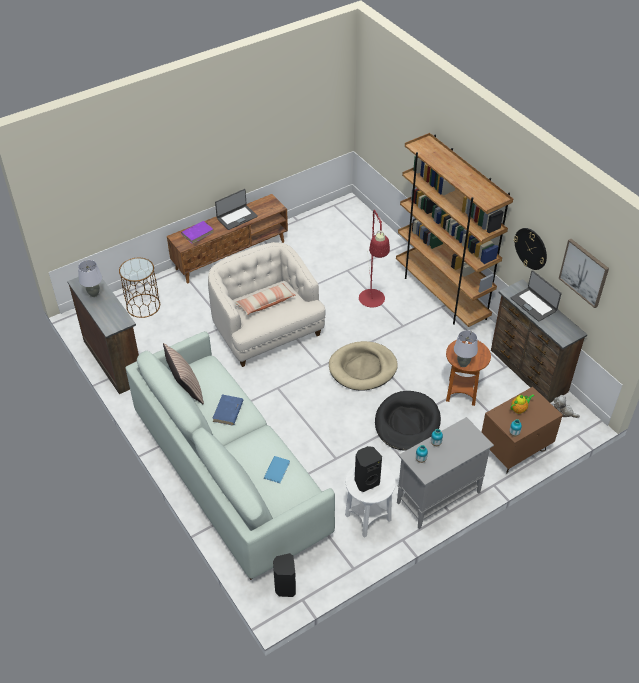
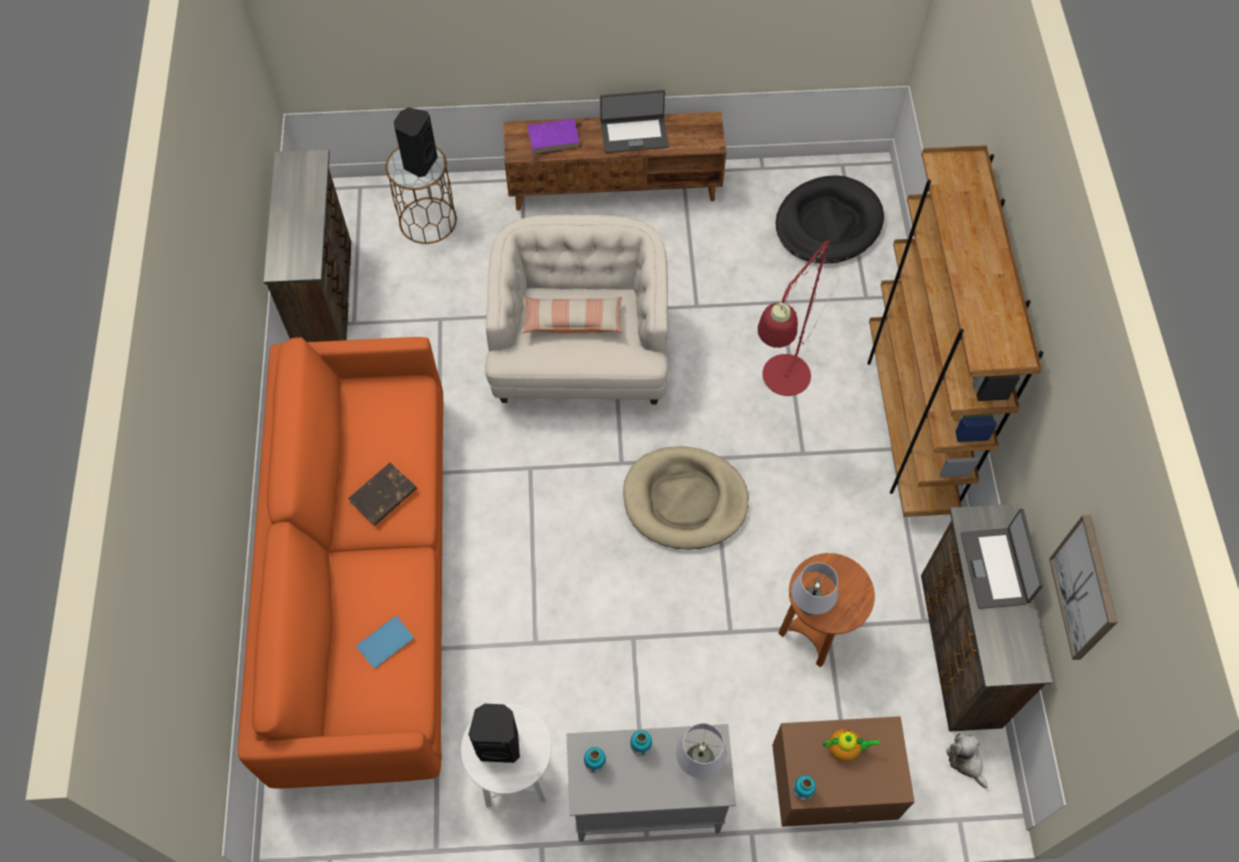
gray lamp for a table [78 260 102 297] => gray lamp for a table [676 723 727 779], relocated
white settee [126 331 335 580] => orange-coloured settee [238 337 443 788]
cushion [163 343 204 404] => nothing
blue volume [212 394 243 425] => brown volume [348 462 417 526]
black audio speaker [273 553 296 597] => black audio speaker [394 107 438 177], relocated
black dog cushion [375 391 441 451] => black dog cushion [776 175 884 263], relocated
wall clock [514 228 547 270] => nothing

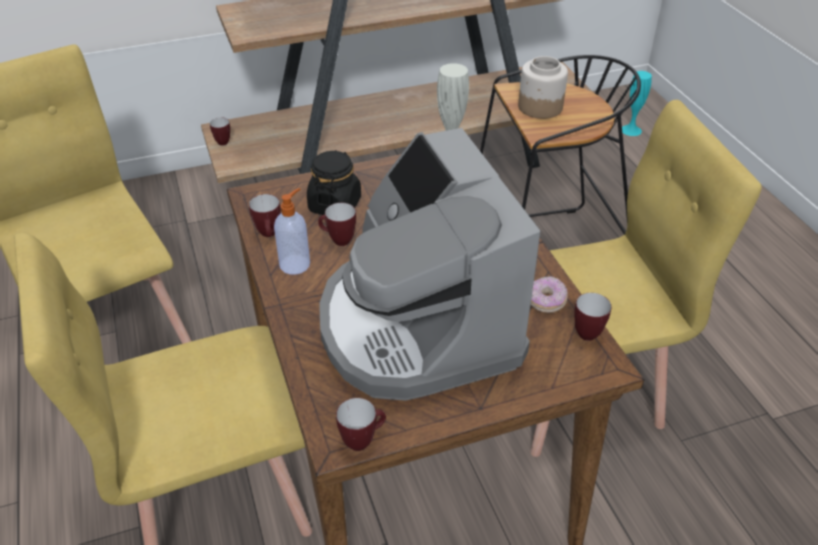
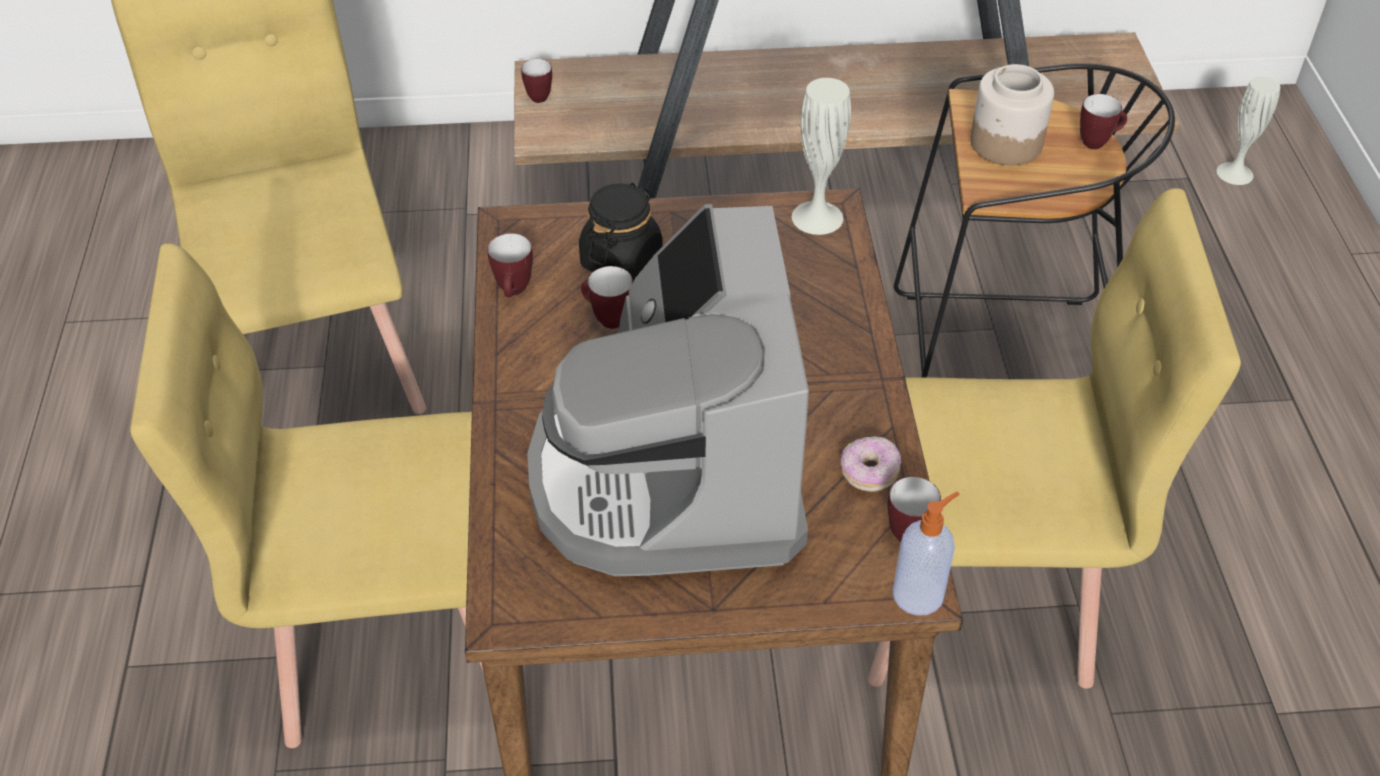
liquid soap bottle [274 188 310 275] => liquid soap bottle [892 491 960 616], relocated
mug [336 398 386 451] => mug [1080 94 1127 149], relocated
blue-green flower vase [622 71 652 136] => white flower vase [1217 76 1280 185]

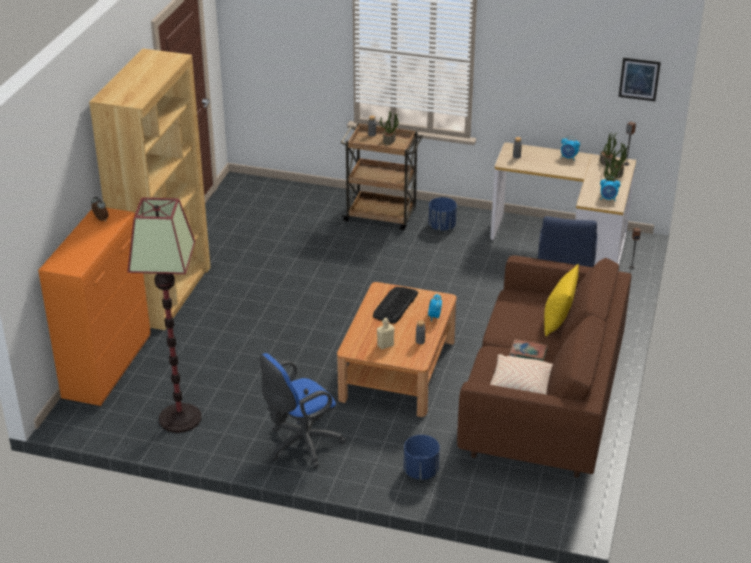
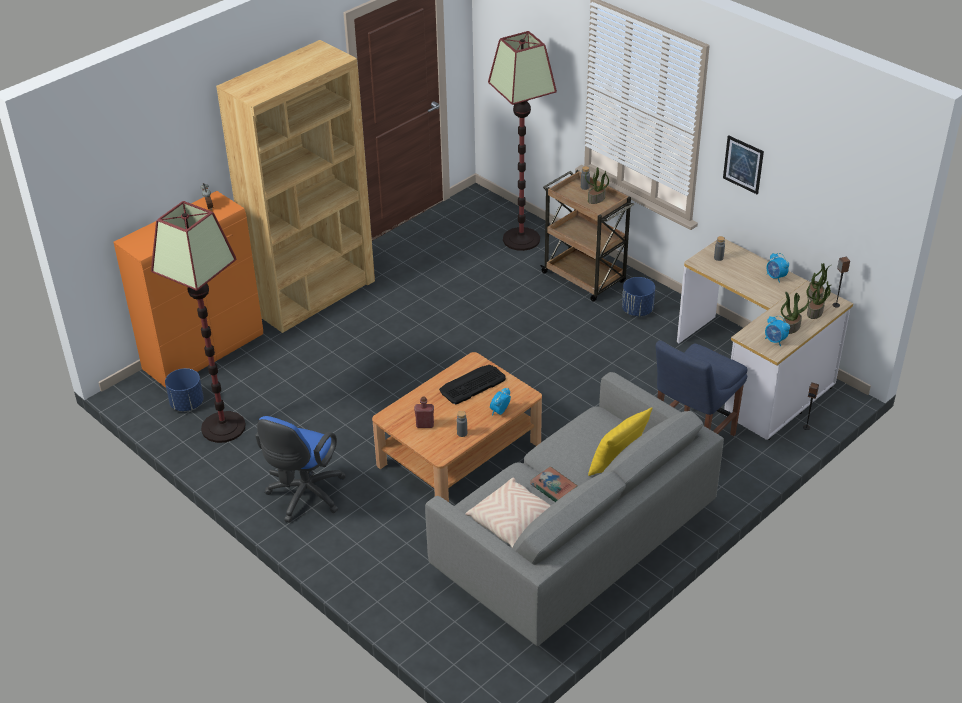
blue computer chair [260 353 346 468] => blue computer chair [255 416 346 523], 60 degrees counterclockwise
beige-coloured drink bottle [377 318 395 349] => red-coloured drink bottle [414 396 434 428]
blue flower pot [404 435 440 480] => blue flower pot [165 368 204 411], relocated
brown settee [457 255 632 478] => gray settee [425 372 724 646]
picture [619 58 661 101] => picture [723 135 764 195], relocated
nothing => floor lamp [488 31 557 251]

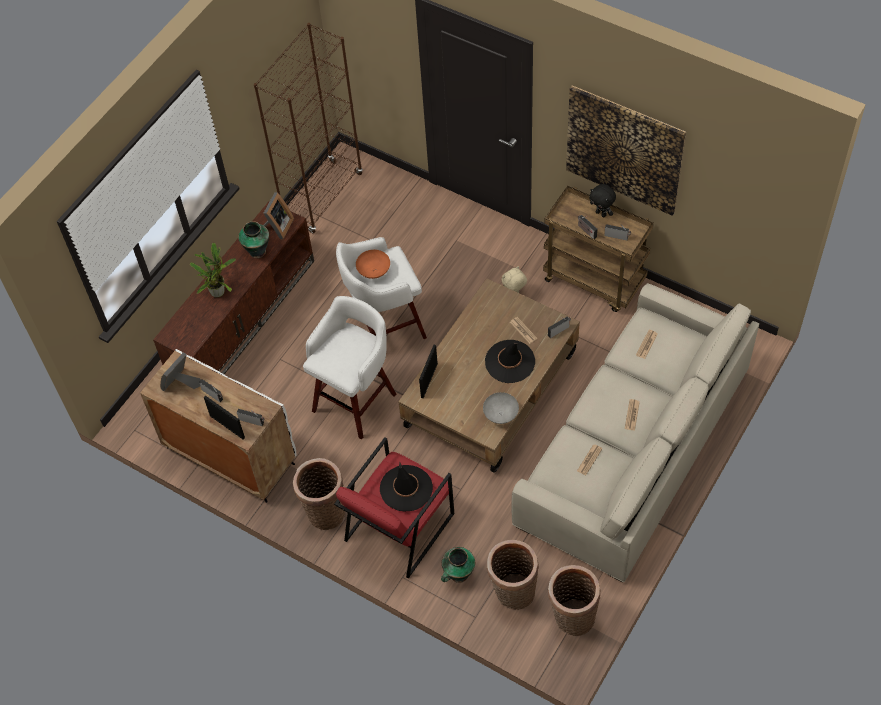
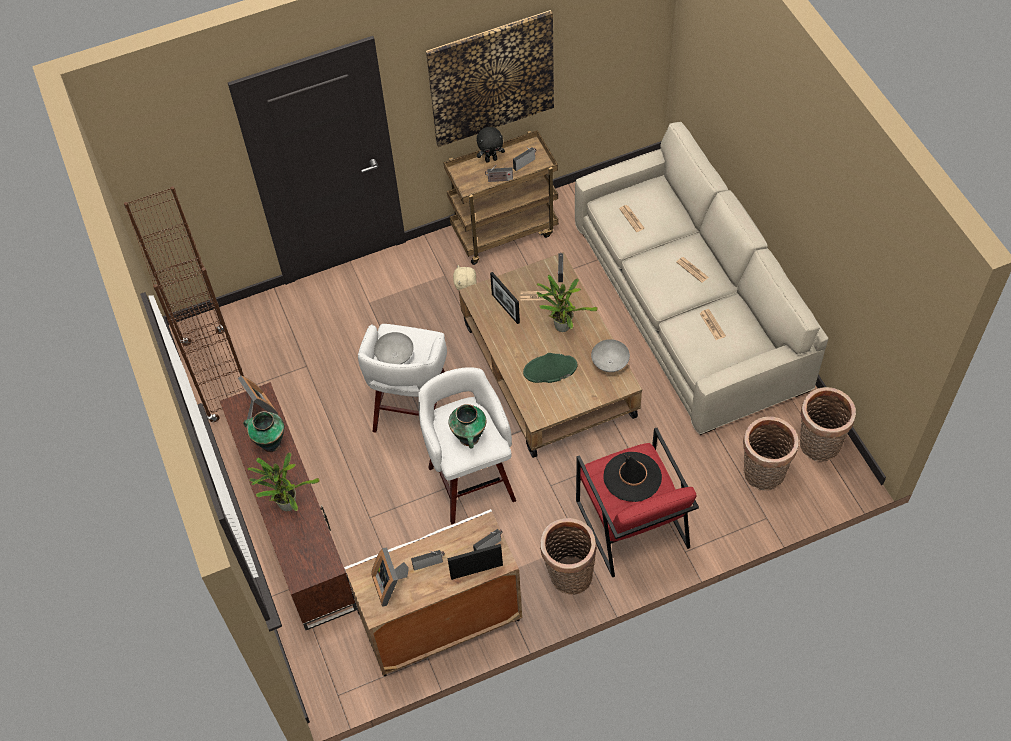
orange-coloured deep dish [356 250 390 279] => gray deep dish [374 332 414 364]
standing frame [419 345 438 398] => standing frame [490 272 520 324], relocated
flower vase [441 547 475 583] => flower vase [449 404 486 448], relocated
black hat [485 340 535 383] => plant in a pot [537 275 598 332]
nothing => green hat [523 353 577 383]

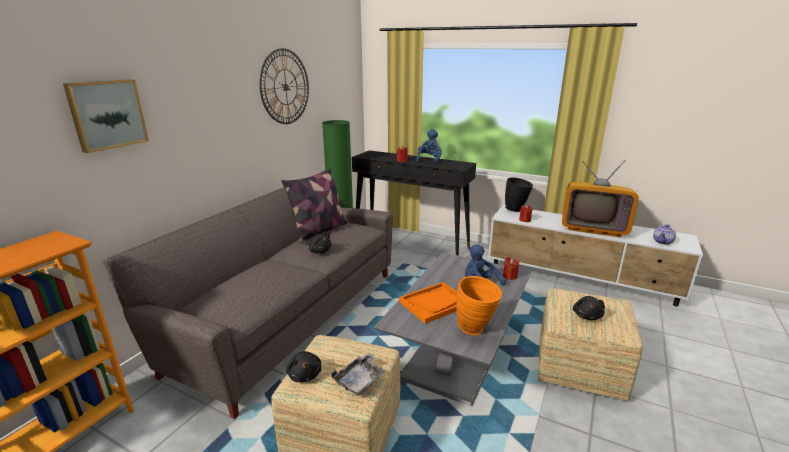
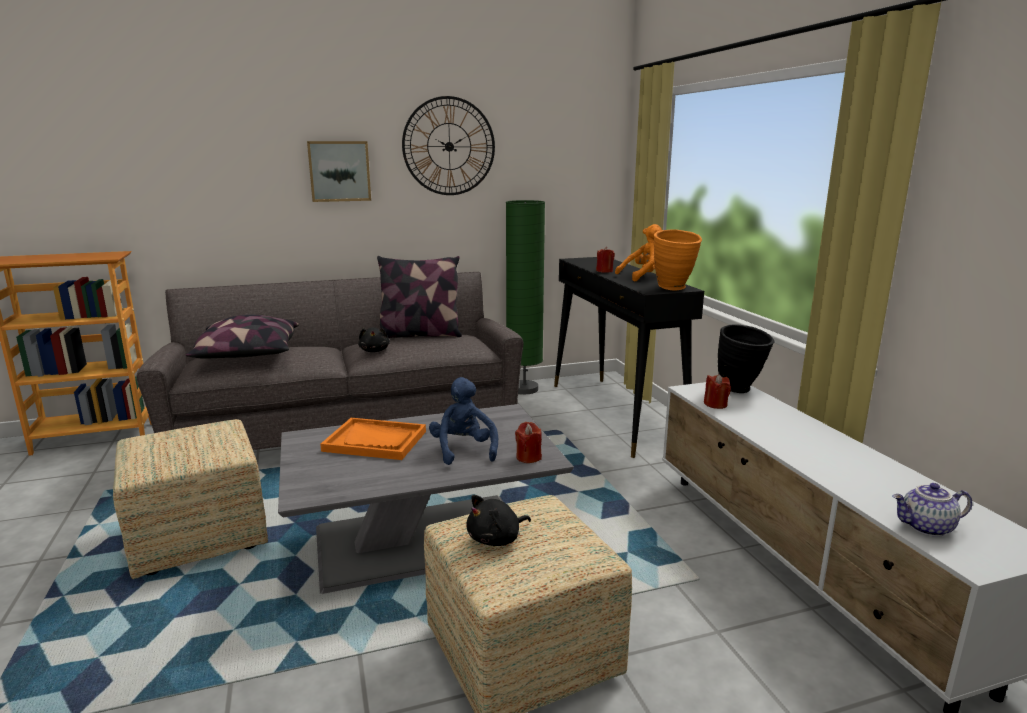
picture [63 79 149 153] => picture [307 141 371 202], relocated
black plush toy [286 351 321 382] => nothing
gray serving tray [331 353 385 396] => nothing
blue plush toy [416 129 442 164] => orange-coloured plush toy [615 224 662 282]
orange-coloured flower vase [456 276 502 335] => orange-coloured flower vase [654 229 702 290], relocated
TV [562 160 639 237] => nothing
nothing => cushion [185 315 299 359]

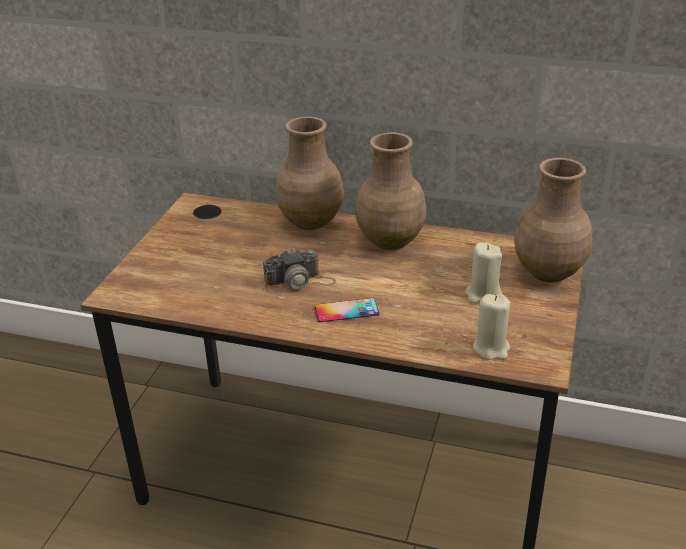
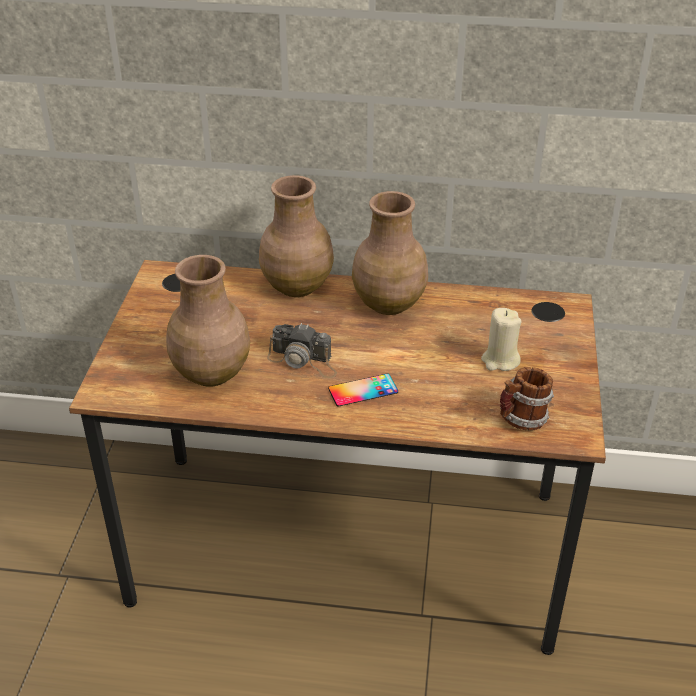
still camera [263 248 336 293] => still camera [267 323 337 378], 45 degrees clockwise
beige-coloured wax candle [473 294 510 360] => mug [500 367 554 431]
brown flower vase [514 158 592 282] => brown flower vase [166 255 250 387], relocated

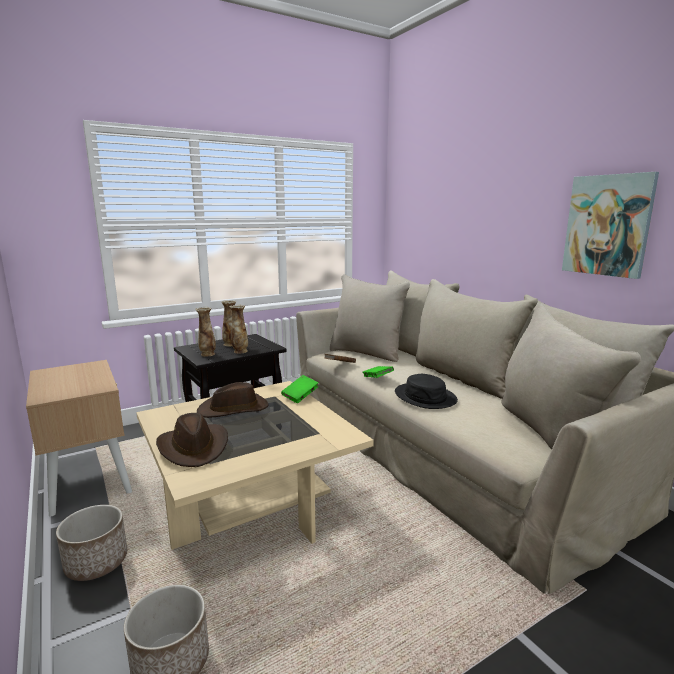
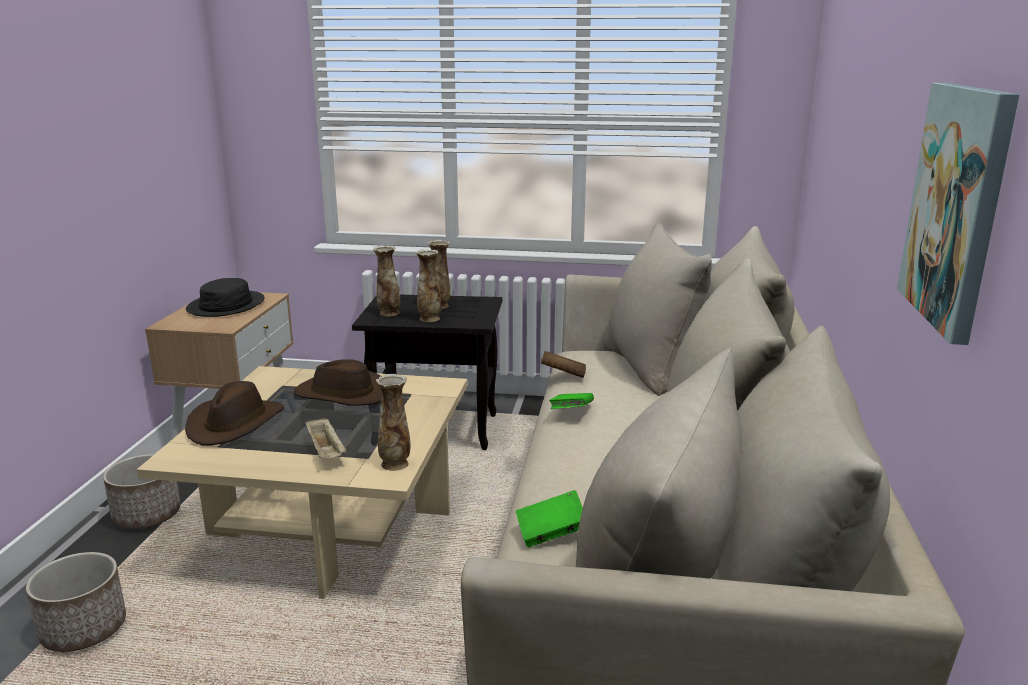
green volume [281 375 319 403] => green volume [516 490 583 547], relocated
black hat [395 374 458 409] => black hat [186 278 265 317], relocated
nothing => beige-coloured serving tray [305 418 346 458]
nothing => flower vase [376 373 410 471]

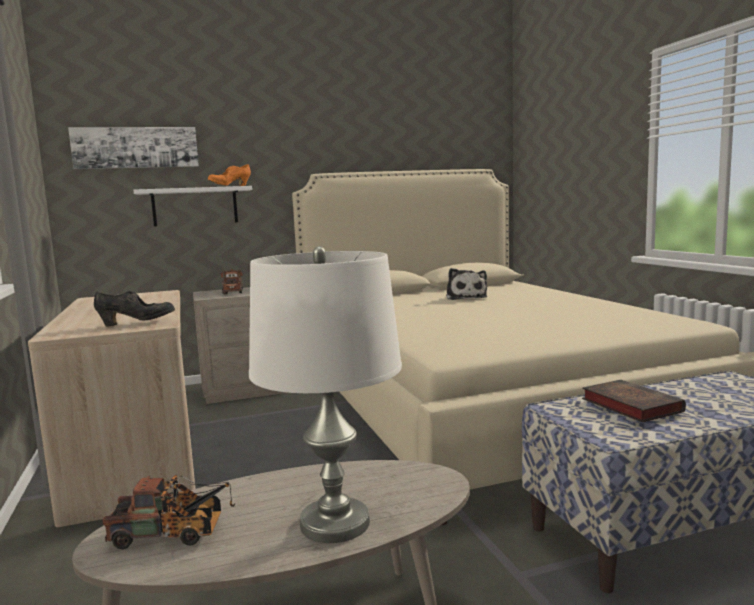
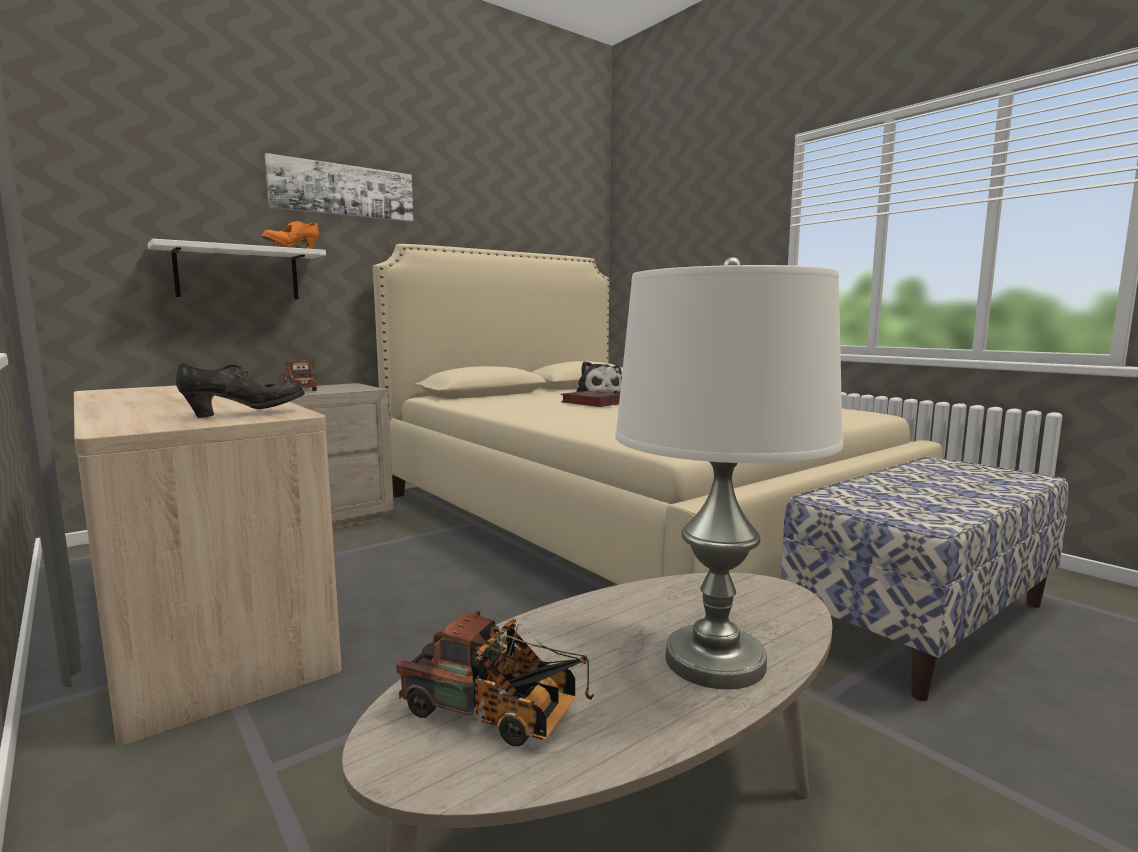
picture [68 127 199 169] => picture [265 153 413 222], relocated
toy truck [103 475 235 549] => toy truck [396 610 594 746], 45 degrees clockwise
volume [582 380 686 422] => volume [561 391 620 407], relocated

